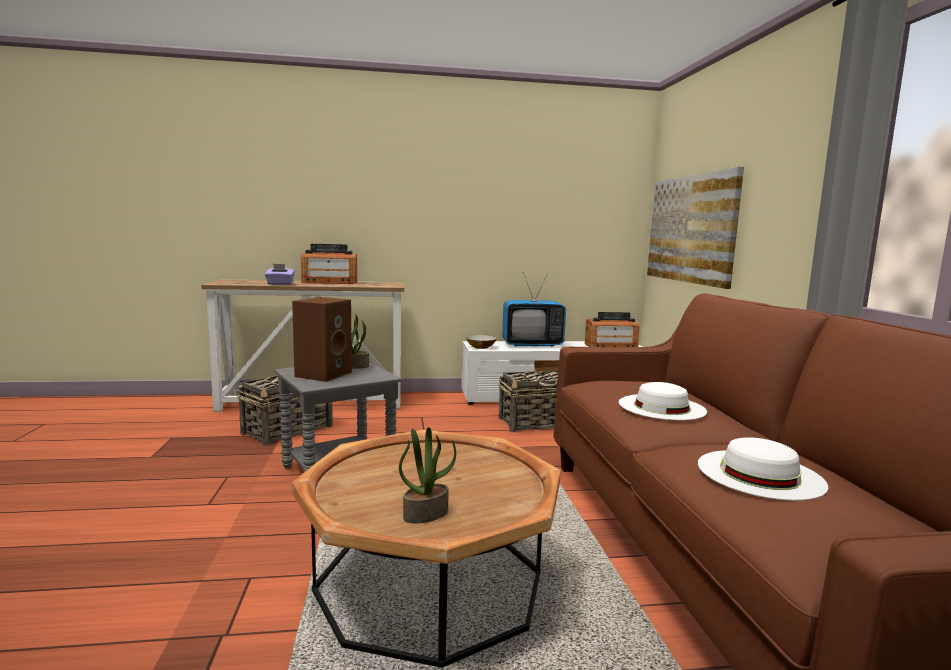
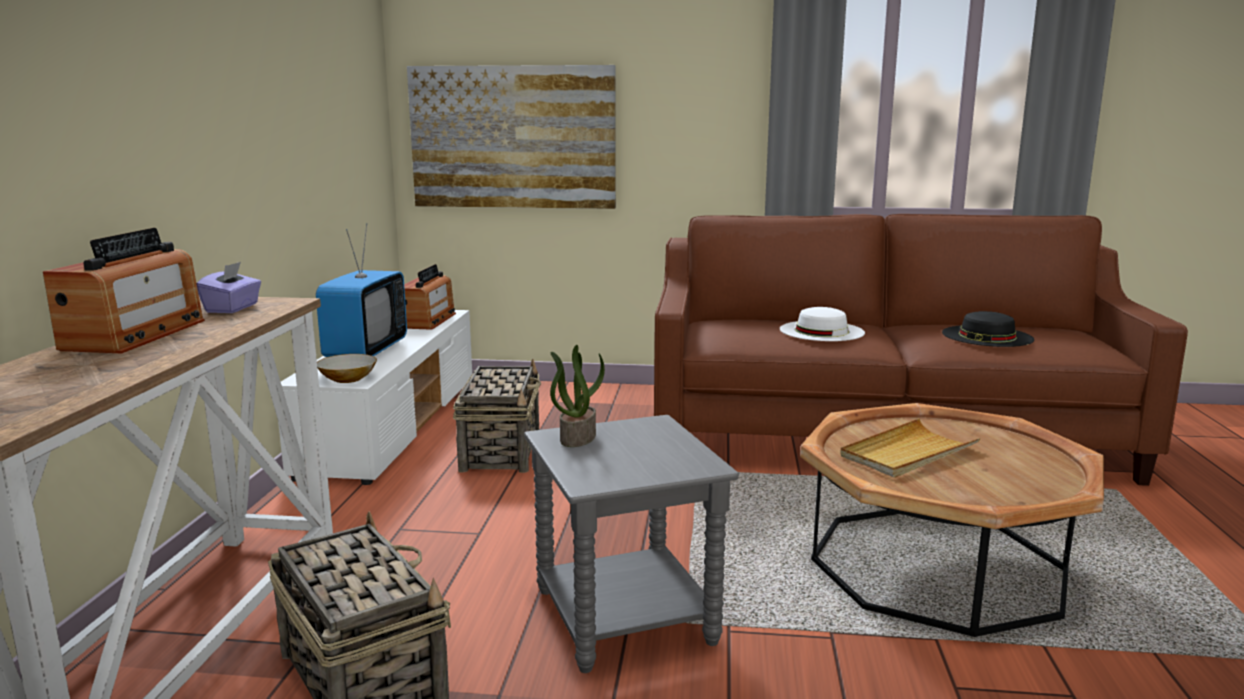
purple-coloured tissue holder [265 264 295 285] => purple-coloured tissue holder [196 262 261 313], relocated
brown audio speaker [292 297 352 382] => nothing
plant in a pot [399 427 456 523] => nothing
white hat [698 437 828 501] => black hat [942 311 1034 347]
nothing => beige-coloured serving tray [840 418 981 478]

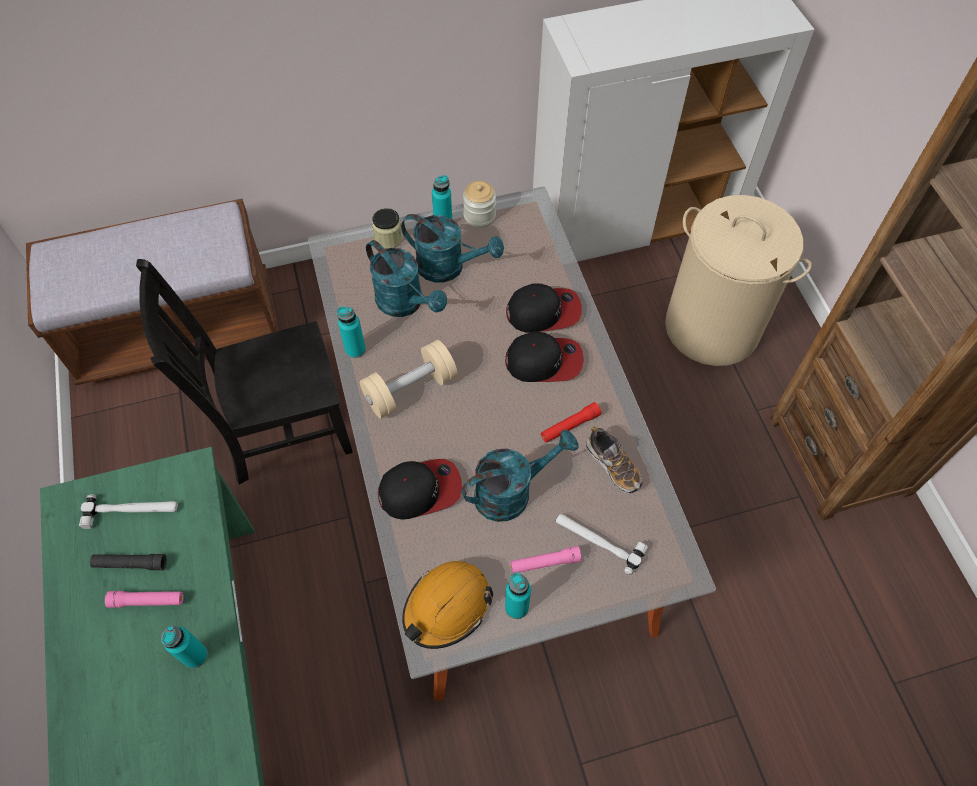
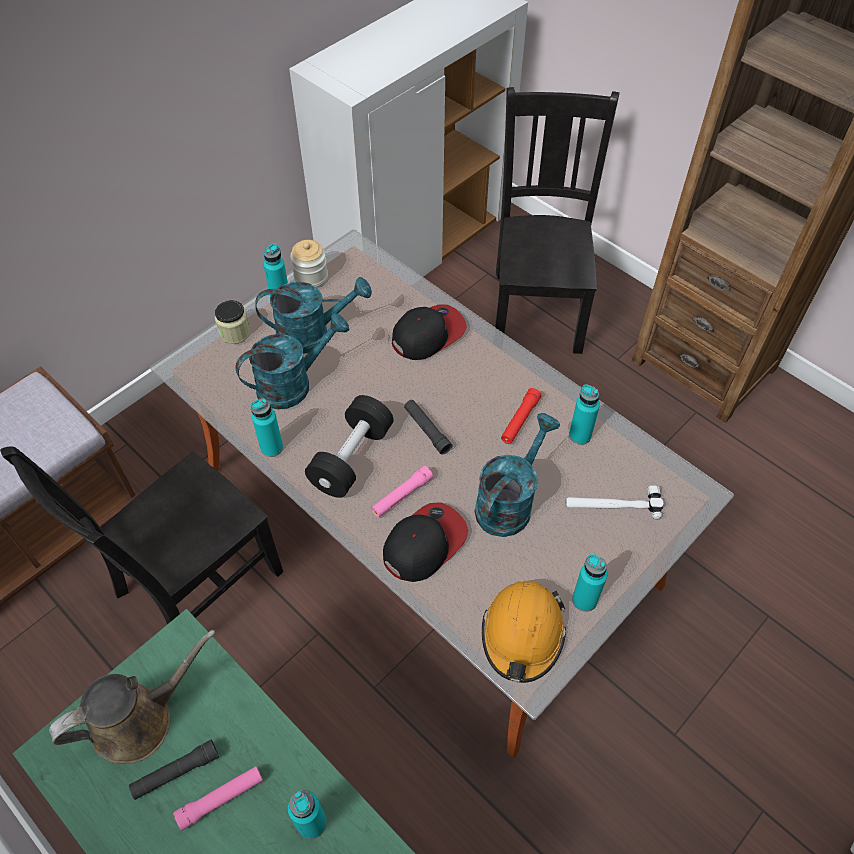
tool hammer [79 494 178 529] => brown sprinkling can [49 629 216 763]
beige-coloured hand weight [359 340 458 419] => black hand weight [305 395 393 498]
blue-green sprinkling can [366 240 447 317] => blue-green sprinkling can [236 313 349 409], 45 degrees counterclockwise
baseball cap [505 331 583 382] => nothing
pink hand torch [510 546 582 573] => pink hand torch [371 466 433 518], relocated
low shoe [586 427 643 494] => blue-green drink bottle [569 384 600 445]
beige-coloured hamper [665 195 812 366] => black plain chair [495 87 620 354]
nothing => black hand torch [404 400 453 455]

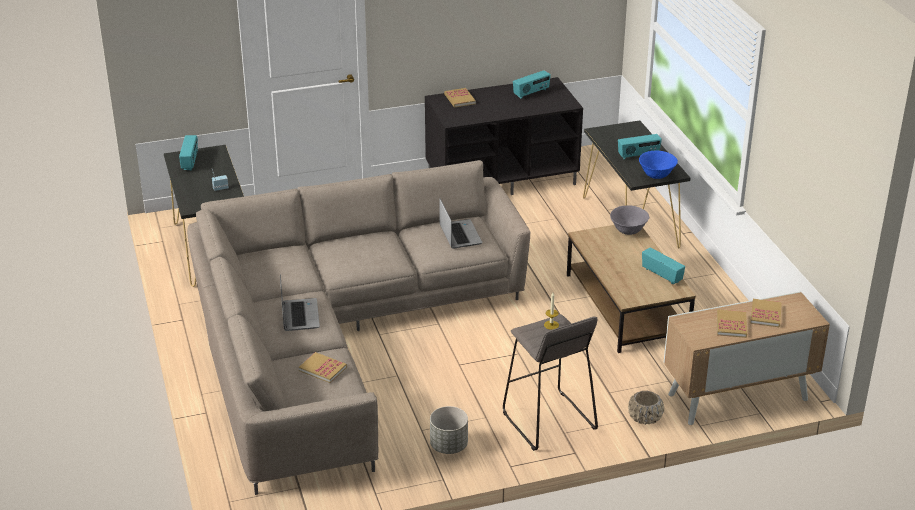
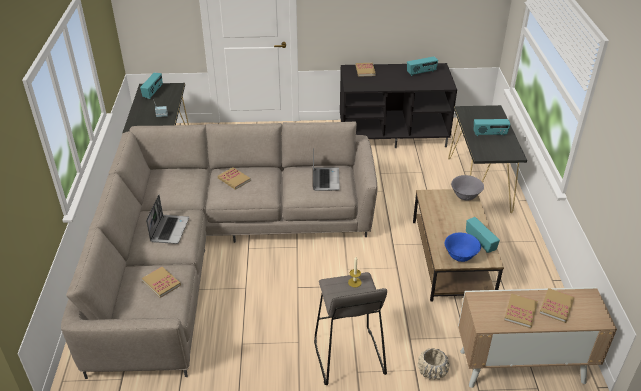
gray flower pot [430 406 468 454] => nothing
blue deep dish [639 151 678 179] => blue deep dish [445 232 481 262], relocated
nothing => volume [217 167 251 190]

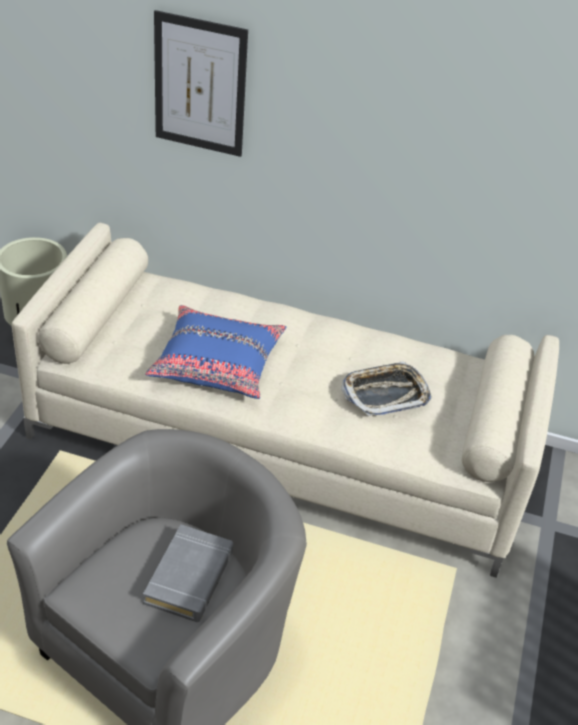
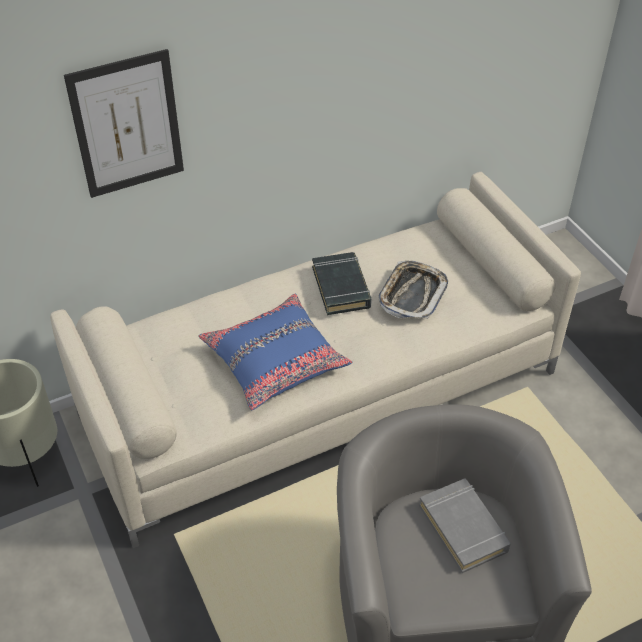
nothing => black volume [312 252 372 315]

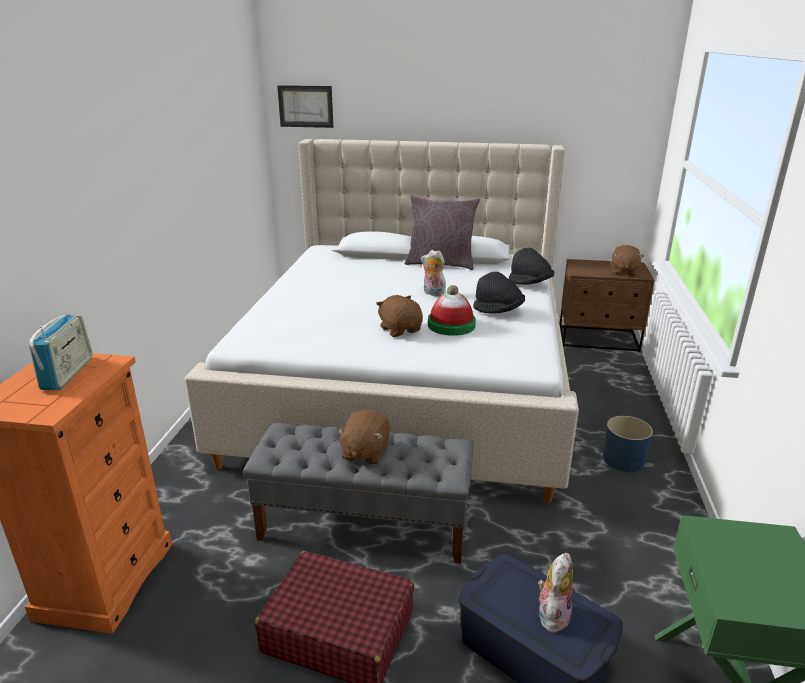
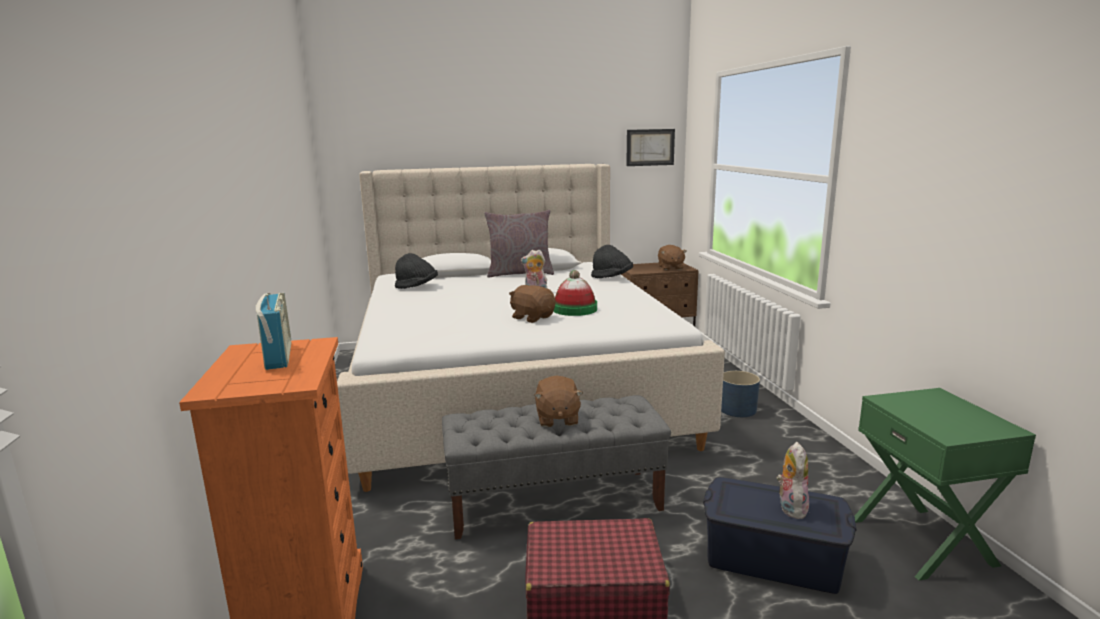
picture [277 85 334 128] => picture [626 129 675 166], relocated
black hat [473 272 525 314] => black hat [395 253 438 289], relocated

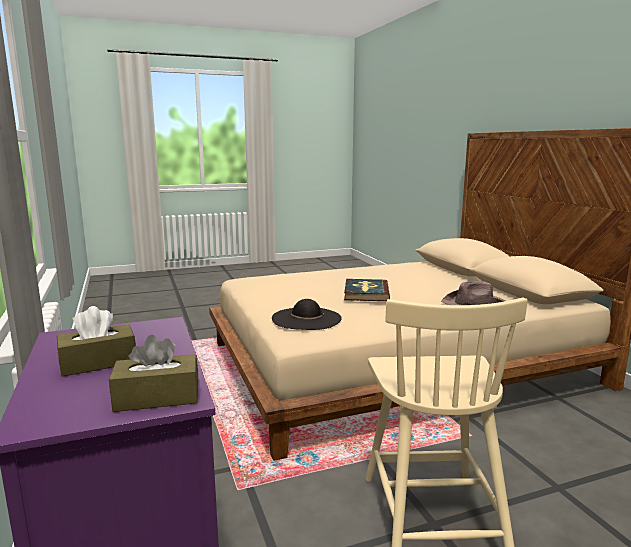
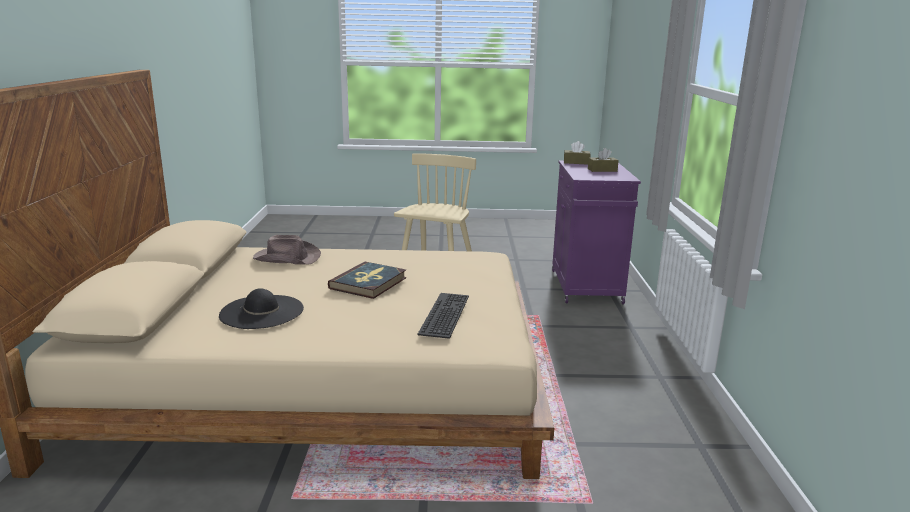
black hat [272 299 342 330] => black hat [219 288 304 329], relocated
nothing => keyboard [417 293 469 339]

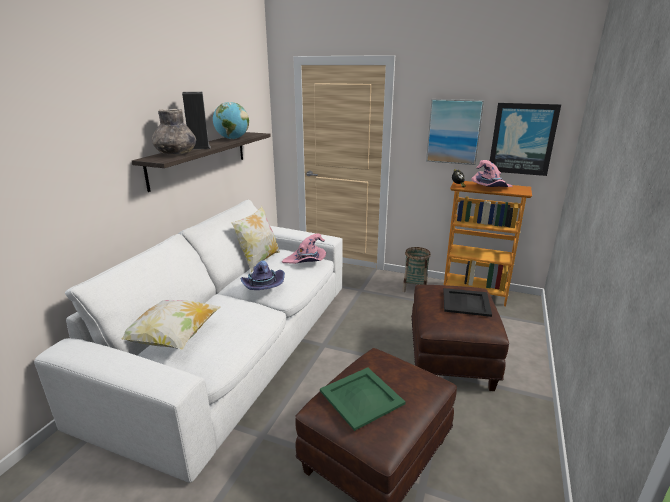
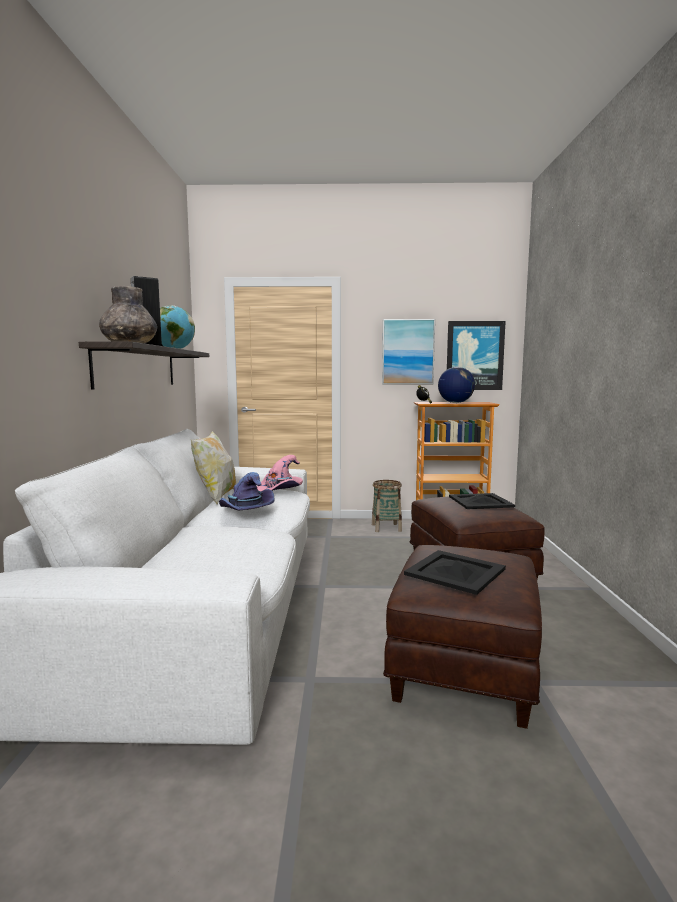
cushion [121 300 221 350] => nothing
green serving tray [320 367 406 431] => black serving tray [404 550 506 595]
pink hat [471 160 513 187] => globe [438 367 475 403]

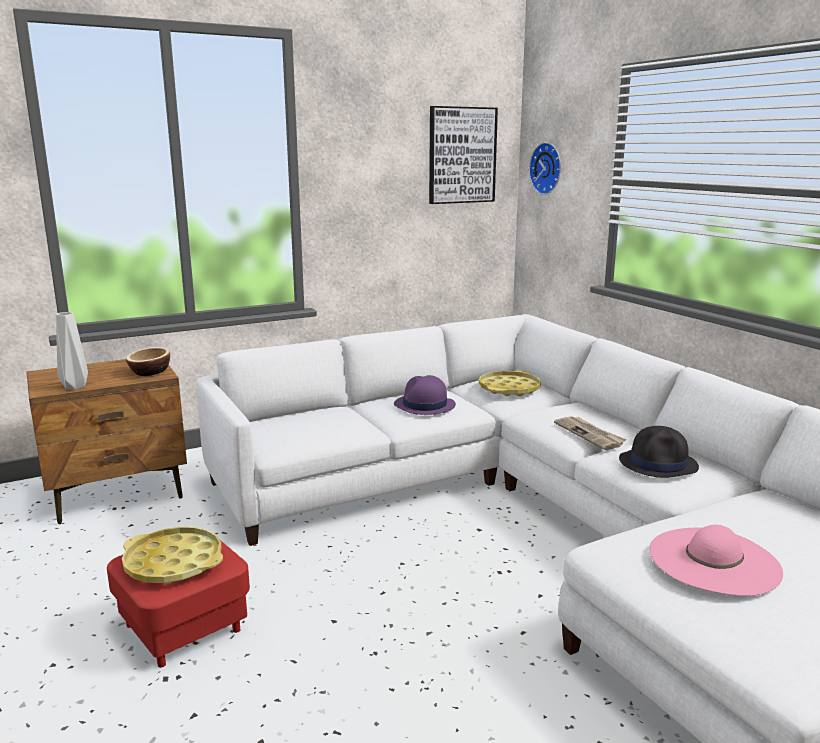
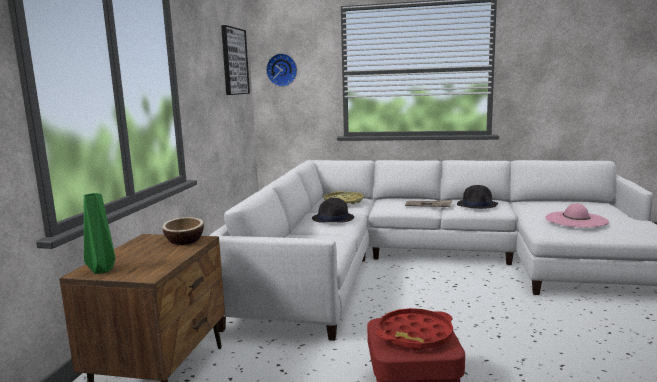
gray flower vase [56 312 88 390] => nothing
yellow-coloured serving tray [122 527 223 584] => red-coloured serving tray [377 308 453 350]
purple-coloured hat [394 375 456 415] => black hat [312 198 354 223]
nothing => green flower vase [84 193 115 274]

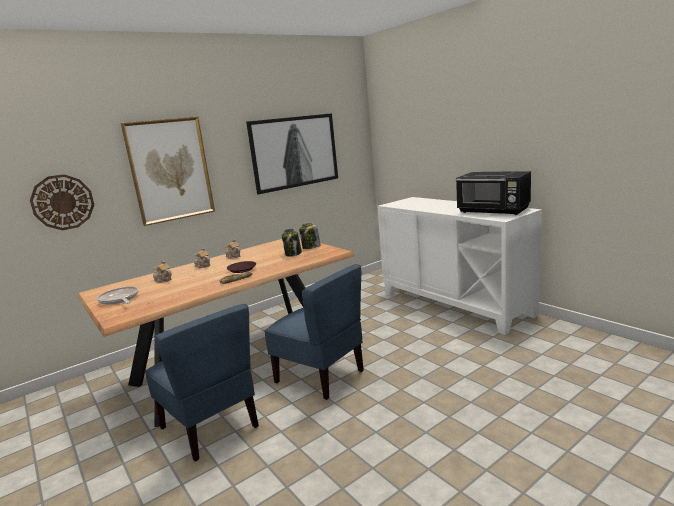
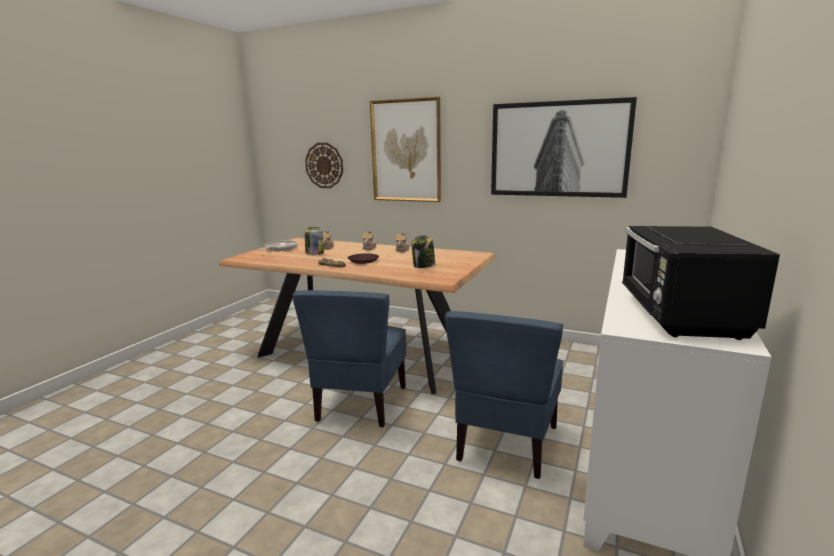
blue plain chair [144 304 259 461] => blue plain chair [445 311 563 479], relocated
preserve jar [299 223 321 249] => preserve jar [305 227 324 255], relocated

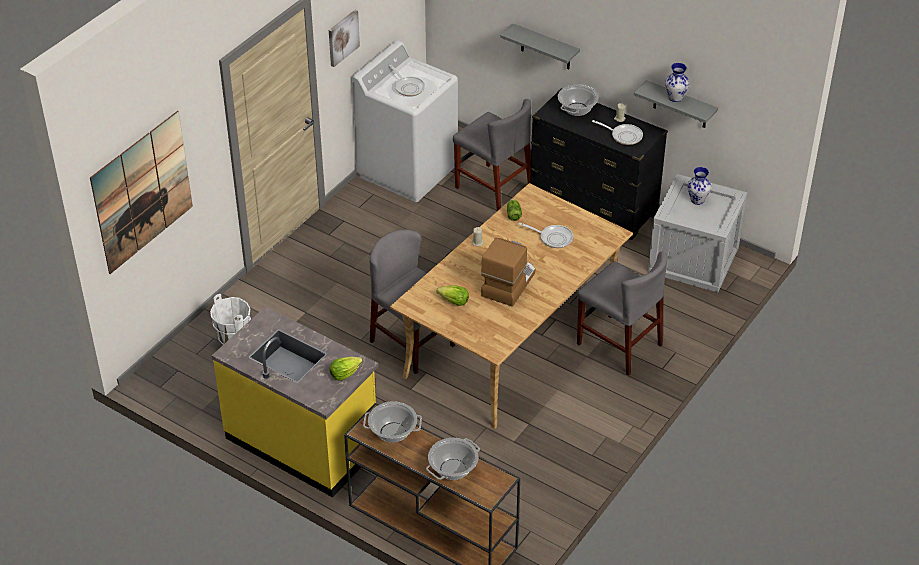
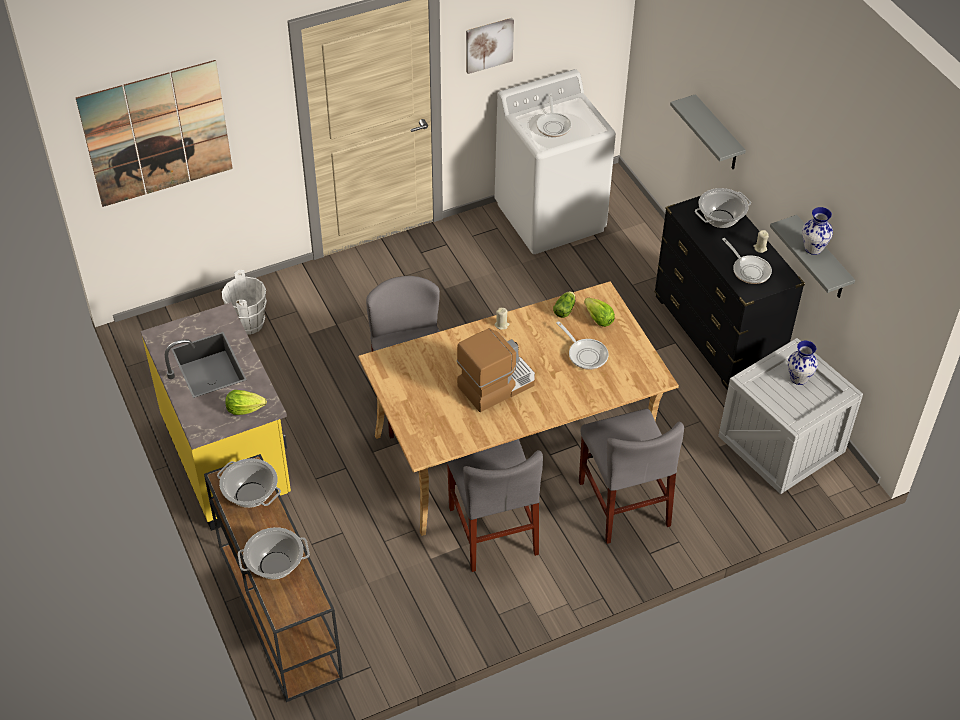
lettuce head [437 286 469 306] => lettuce head [584 298 615 327], relocated
gray plain chair [453 99 532 211] => gray plain chair [447 439 543 572], relocated

